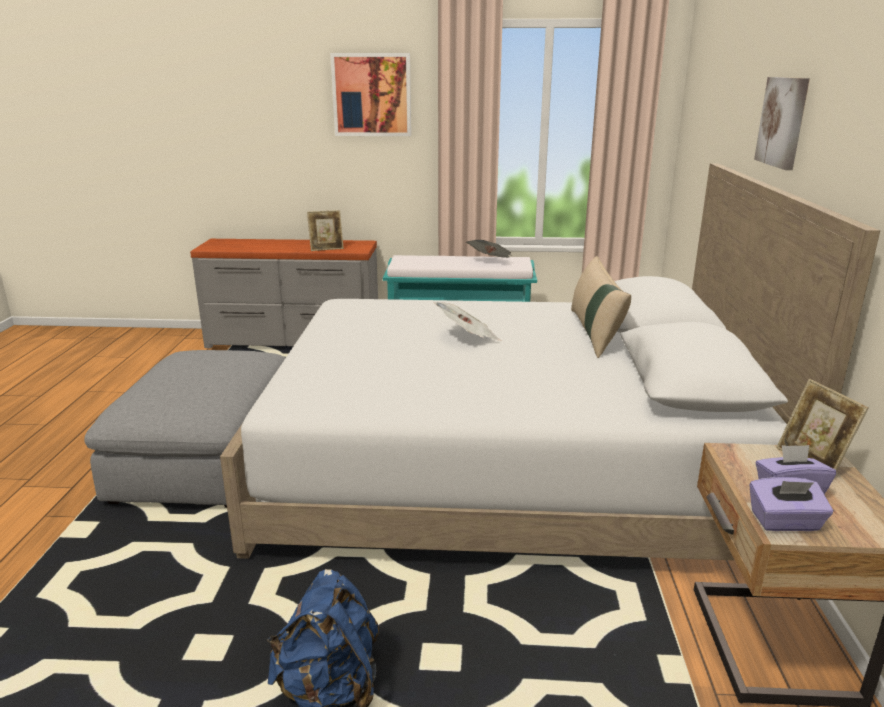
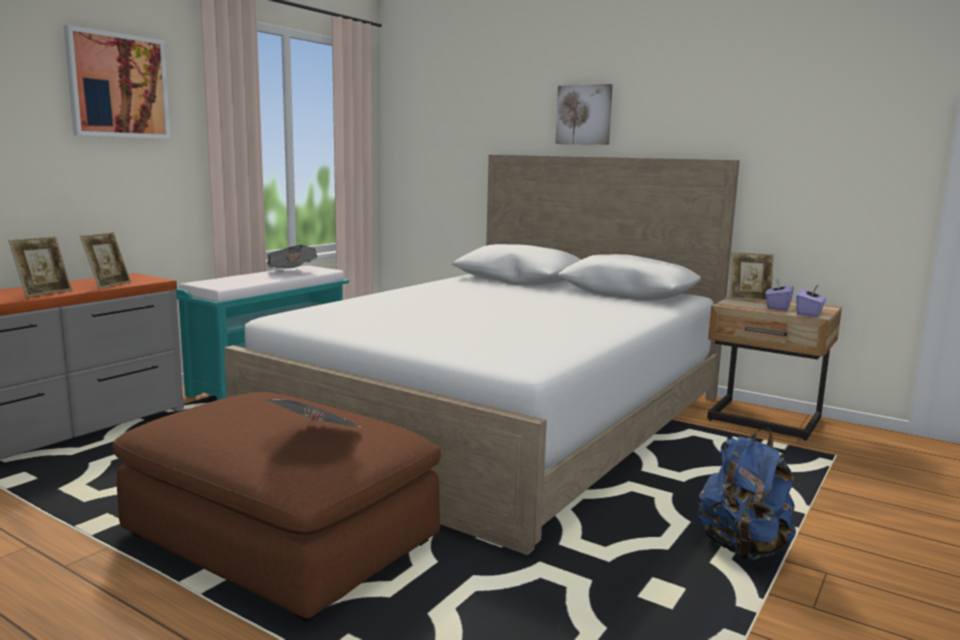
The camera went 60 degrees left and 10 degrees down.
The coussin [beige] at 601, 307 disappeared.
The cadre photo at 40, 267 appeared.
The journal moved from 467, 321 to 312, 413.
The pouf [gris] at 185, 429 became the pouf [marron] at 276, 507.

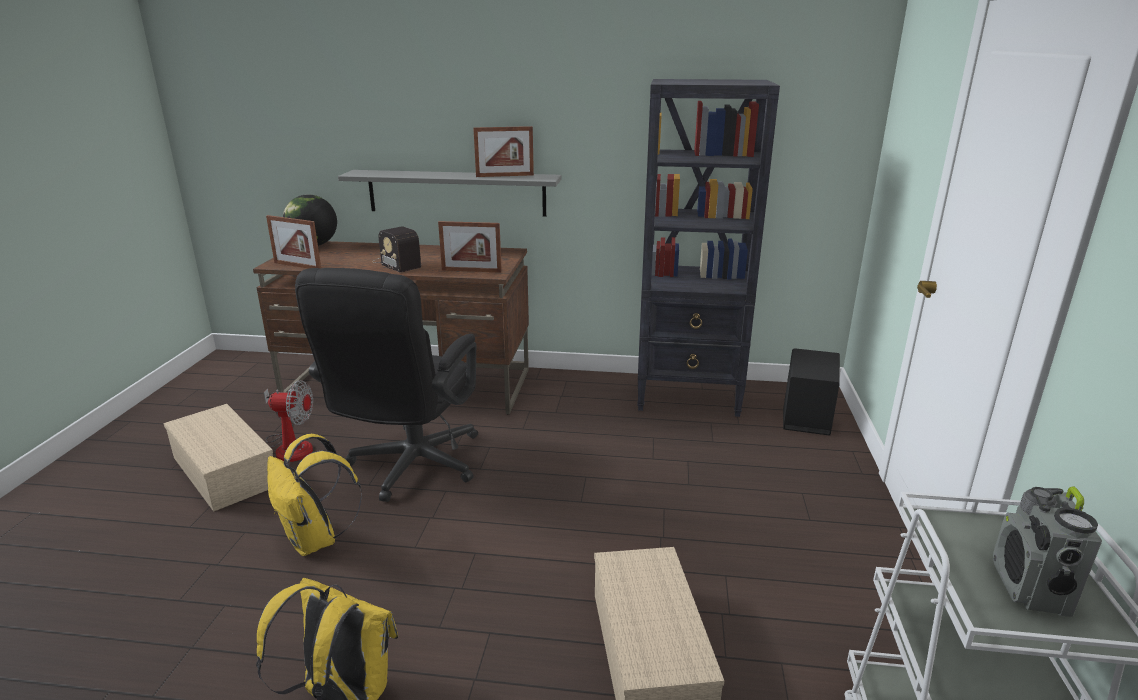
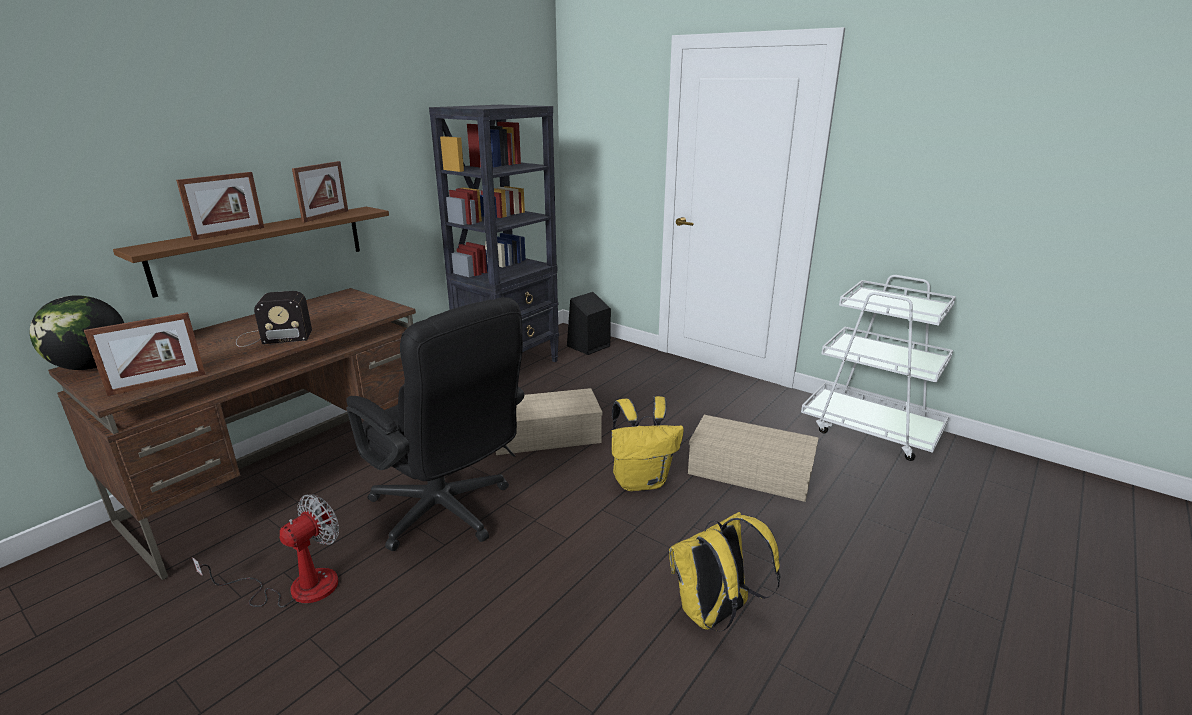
The camera went 60 degrees left and 0 degrees up.
The radio at 1047, 551 disappeared.
The boîte de rangement [beige] moved from 218, 458 to 549, 421.
The sac à dos [jaune] moved from 314, 495 to 648, 443.
The cadre photo moved from 470, 247 to 220, 206.
The étagère [gris] at 450, 193 became the étagère [marron] at 251, 252.

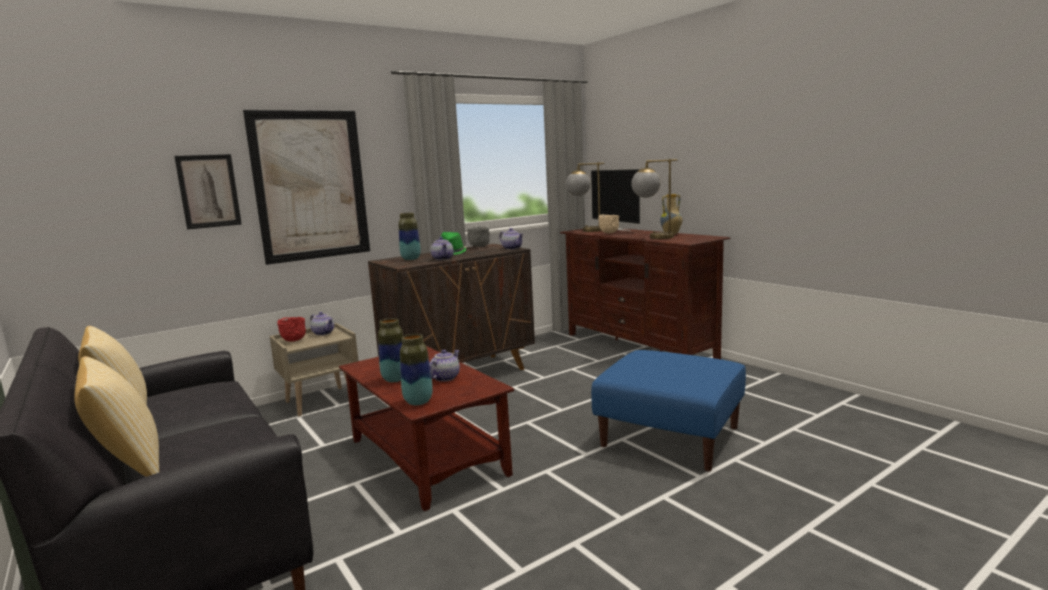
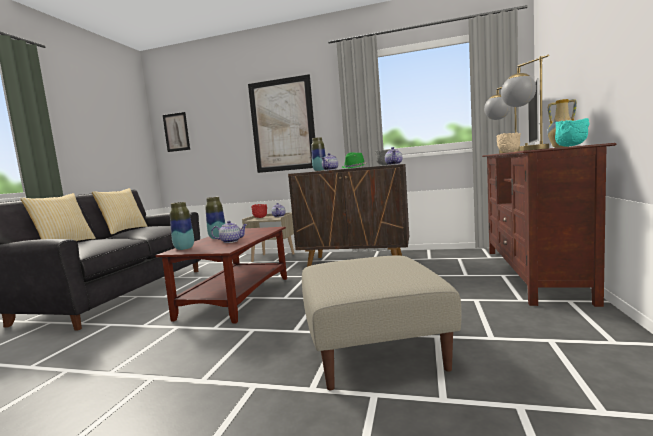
The camera went 50 degrees right and 5 degrees down.
The bol [turquoise] at 572, 132 appeared.
The tableau moved from 208, 191 to 176, 132.
The pouf [bleu] at 668, 410 became the pouf [beige] at 381, 322.

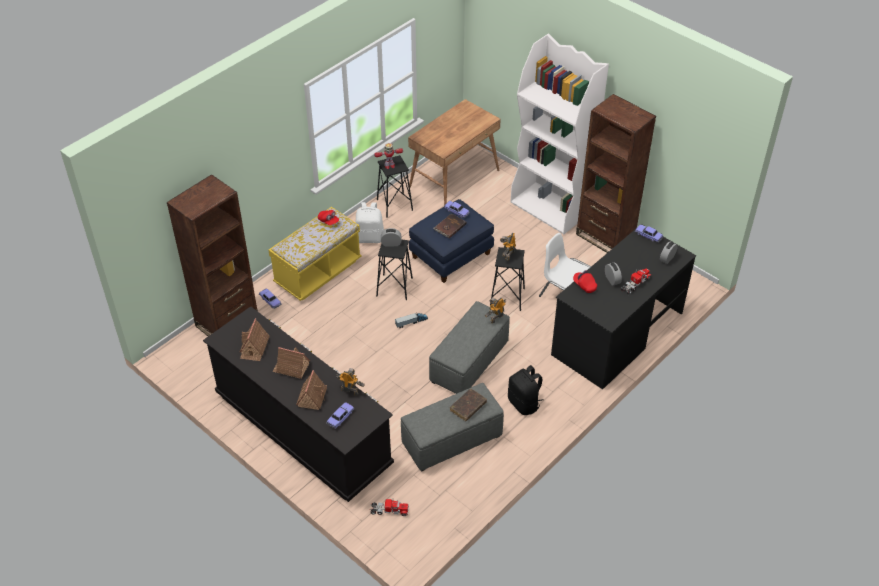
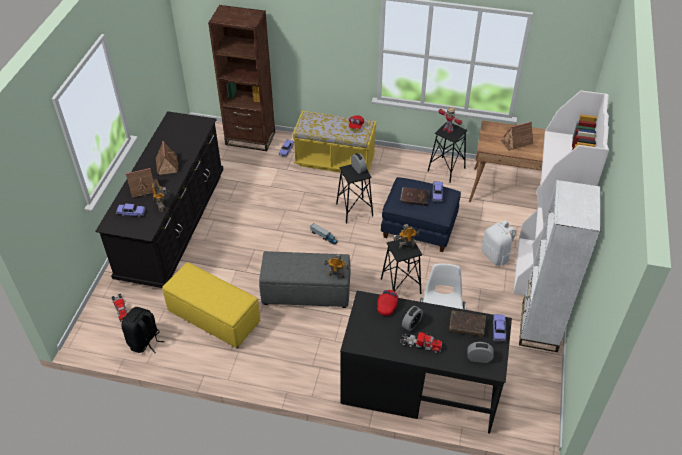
The camera went 60 degrees right and 0 degrees up.
The maison miniature moved from 254, 339 to 516, 136.
The sac à dos [blanc] moved from 370, 222 to 499, 243.
The livre [marron] moved from 468, 405 to 467, 323.
The sac à dos [noir] moved from 526, 390 to 143, 330.
The pouf [gris] at 452, 427 became the pouf [jaune] at 211, 305.
The bibliothèque [marron] at 616, 173 became the bibliothèque [blanc] at 560, 266.

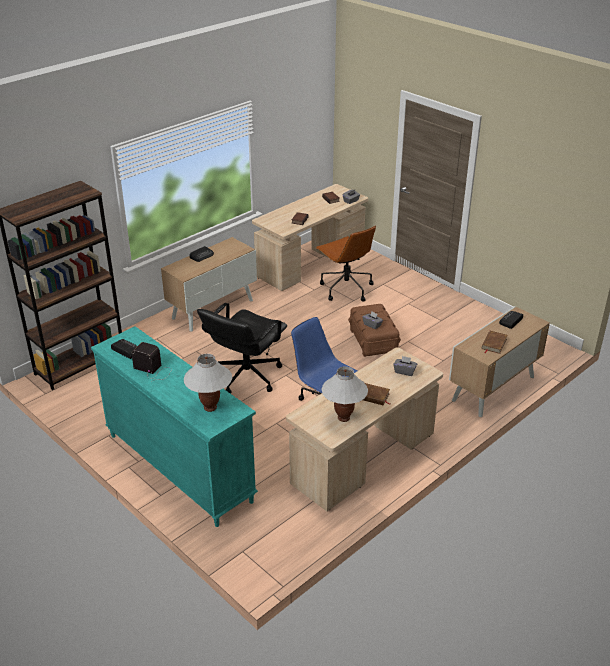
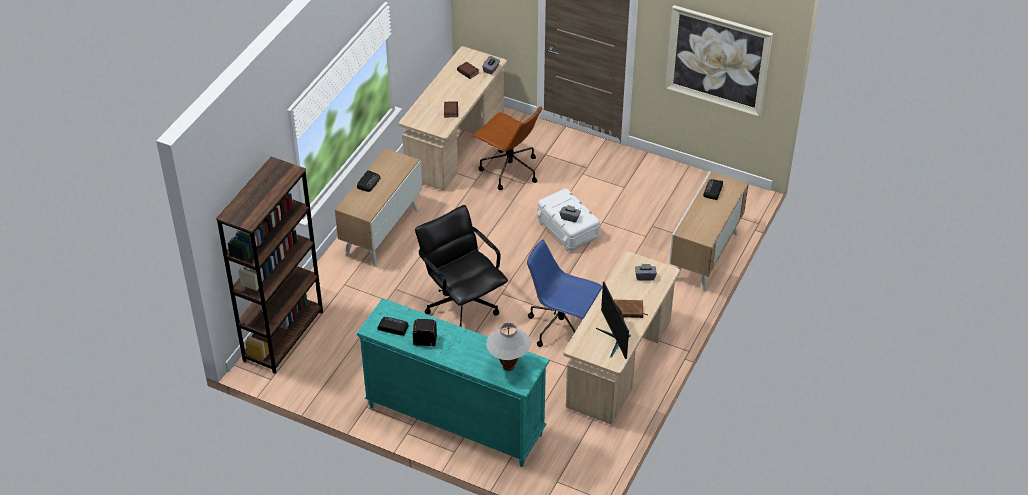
The camera went 20 degrees left and 10 degrees up.
The livre [marron] at 495, 342 disappeared.
The tableau at 719, 61 appeared.
The lampe de table [blanc] at 344, 394 was replaced by the écran d'ordinateur at 613, 320.
The boîte de rangement [marron] at 374, 330 became the boîte de rangement [blanc] at 568, 220.
The chaise de bureau [noir] at 242, 348 turned 135 degrees clockwise.

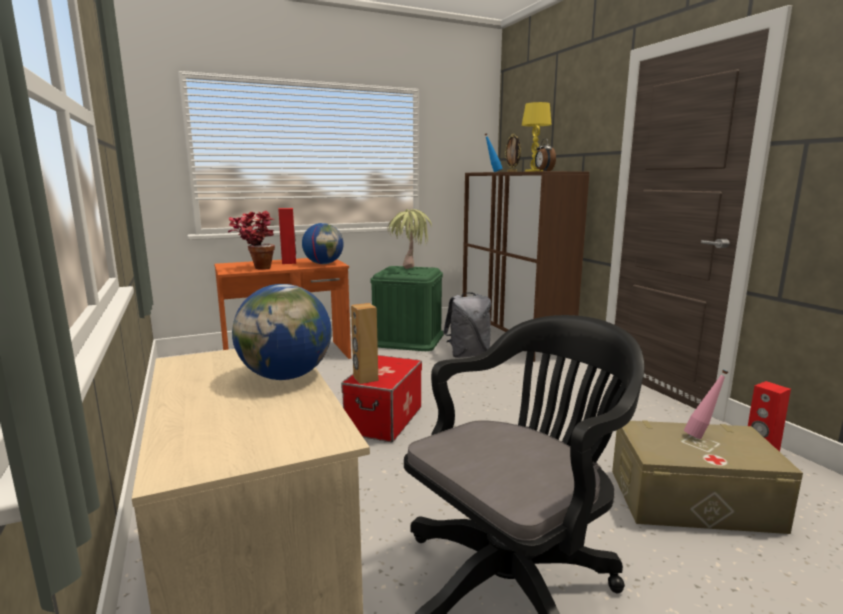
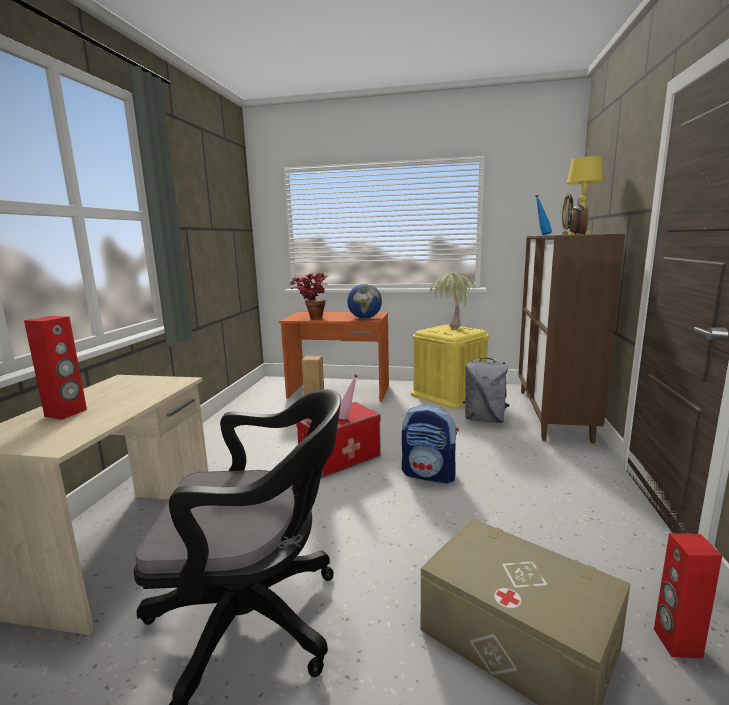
The camera went 35 degrees right and 0 degrees up.
The globe at 282, 332 disappeared.
The sac à dos at 430, 444 appeared.
The enceinte [rouge] moved from 287, 236 to 55, 368.
The bouteille [rose] moved from 706, 404 to 348, 396.
The boîte de rangement [vert] at 407, 308 became the boîte de rangement [jaune] at 450, 367.

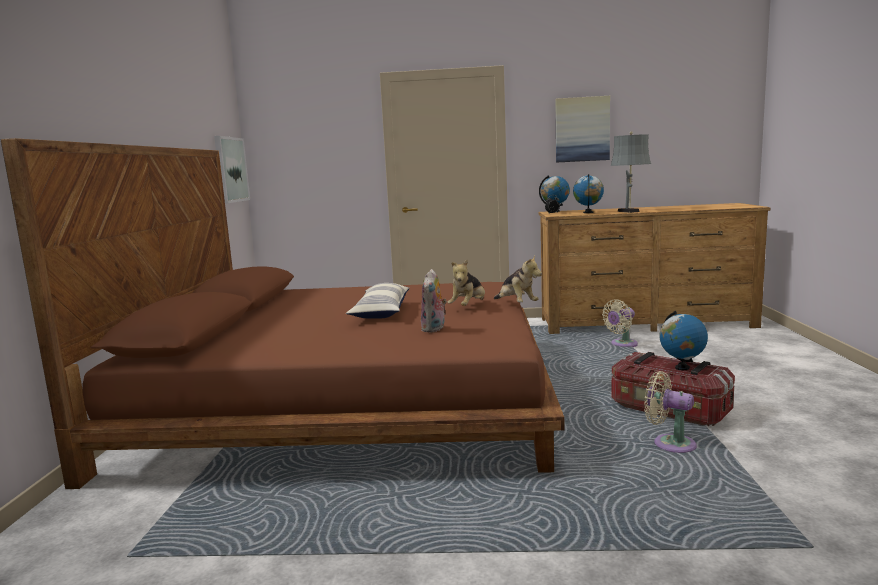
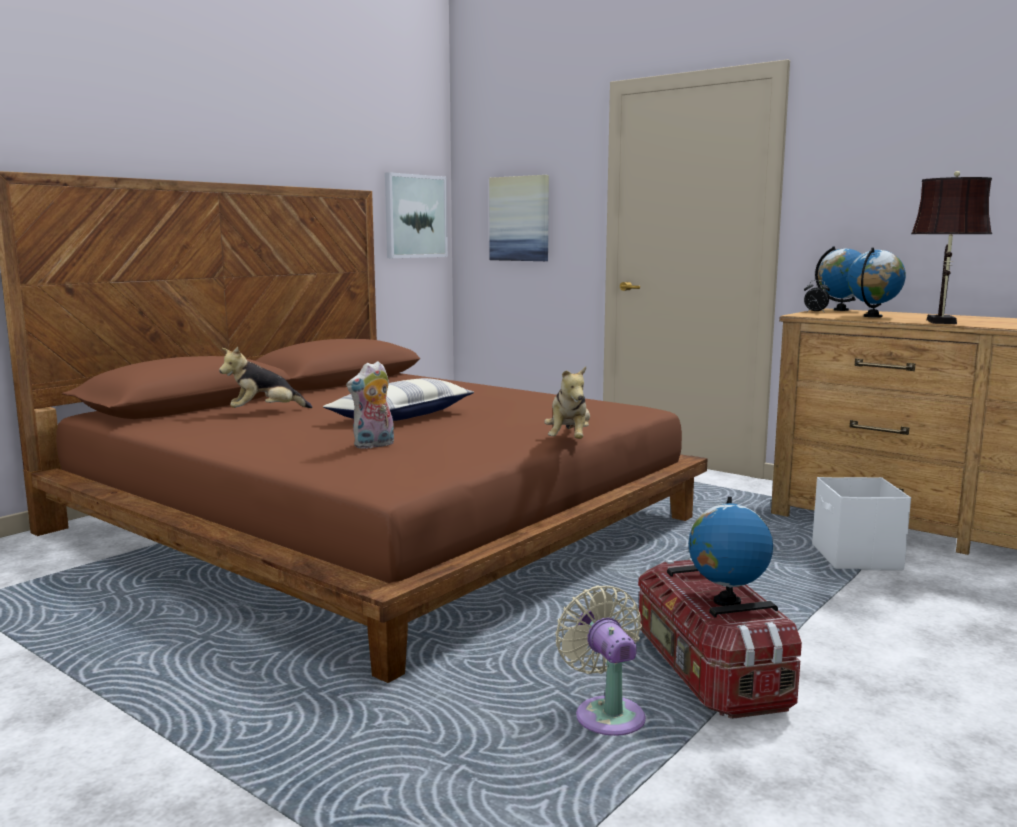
The camera went 35 degrees right and 0 degrees up.
The peluche moved from 466, 282 to 265, 377.
The tableau moved from 582, 129 to 519, 218.
The ventilateur [beige] at 620, 323 was replaced by the boîte de rangement [blanc] at 861, 524.
The lampe de table [gris] at 631, 172 became the lampe de table [marron] at 951, 247.

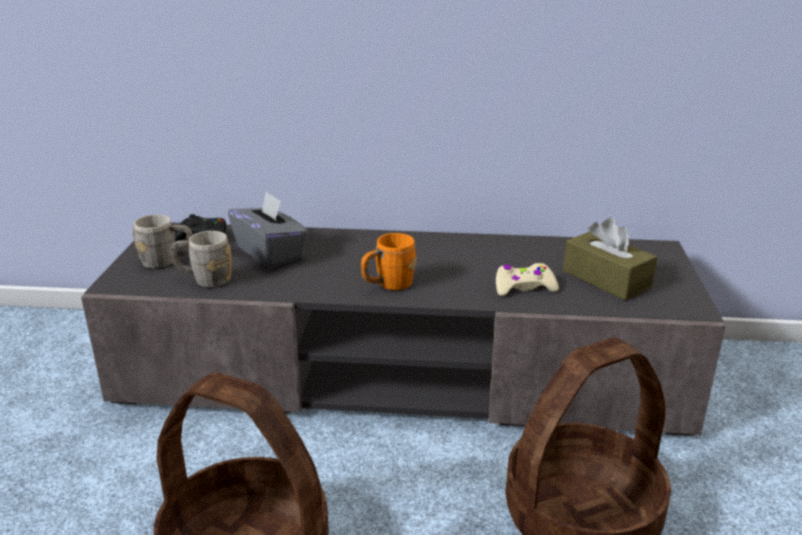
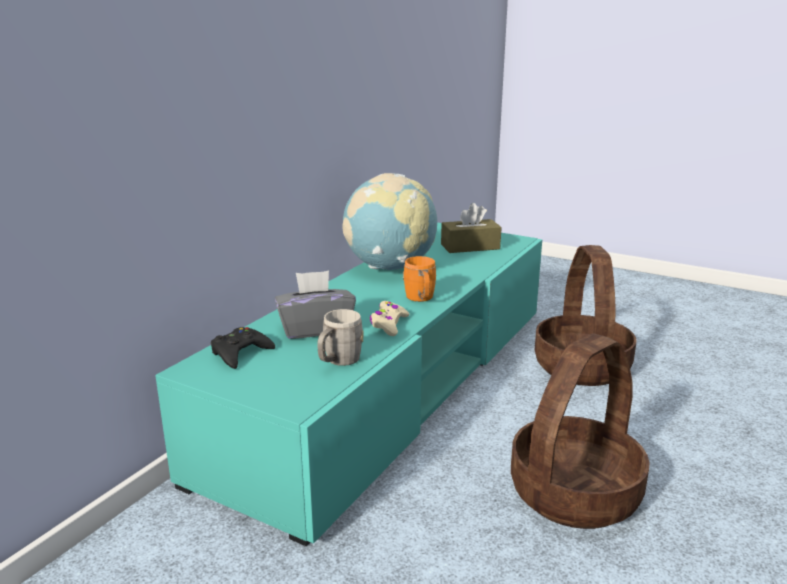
The camera went 65 degrees left and 5 degrees down.
The mug [gris] at 162, 241 disappeared.
The globe at 389, 221 appeared.
The manette [beige] moved from 527, 279 to 390, 318.
The meuble télé [gris] at 403, 329 became the meuble télé [turquoise] at 348, 384.

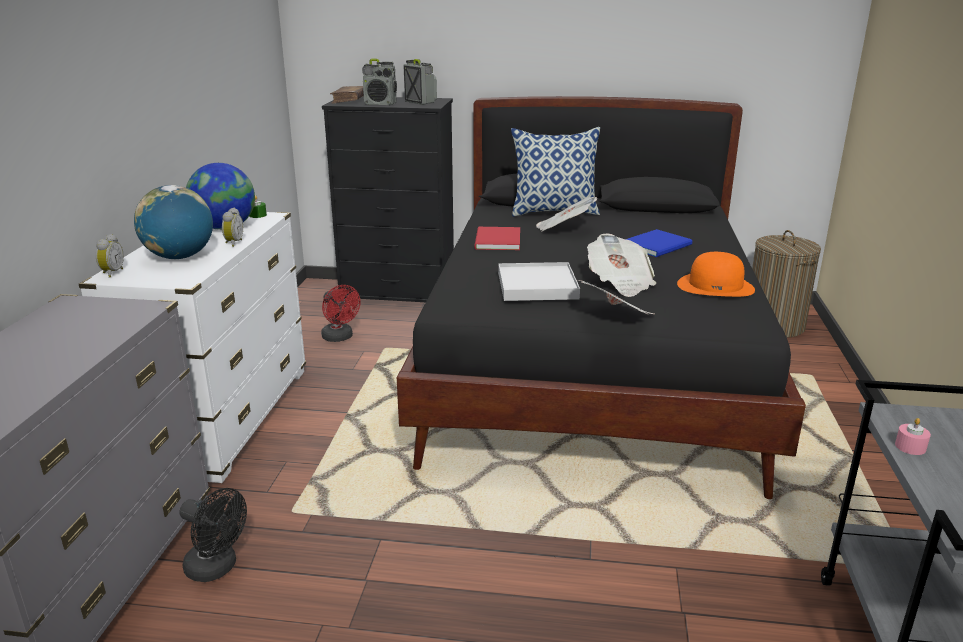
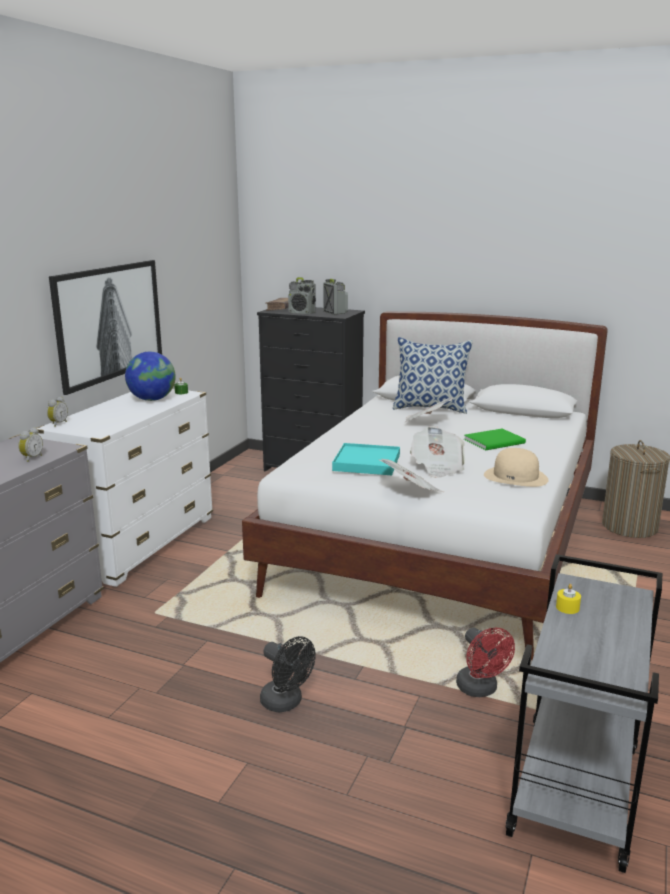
The camera went 15 degrees right and 5 degrees down.
The globe at 173, 222 disappeared.
The livre [rouge] at 497, 238 disappeared.
The tableau at 105, 327 appeared.
The ventilateur [noir] moved from 213, 535 to 288, 674.
The réveil moved from 232, 227 to 30, 444.
The ventilateur [rouge] moved from 340, 313 to 485, 662.
The lit [noir] at 601, 297 became the lit [blanc] at 425, 485.
The plateau [blanc] at 539, 281 became the plateau [turquoise] at 366, 459.
The livre [bleu] at 659, 243 became the livre [vert] at 495, 439.
The chapeau [orange] at 716, 274 became the chapeau [beige] at 516, 467.
The bougie [rose] at 913, 436 became the bougie [jaune] at 568, 599.

